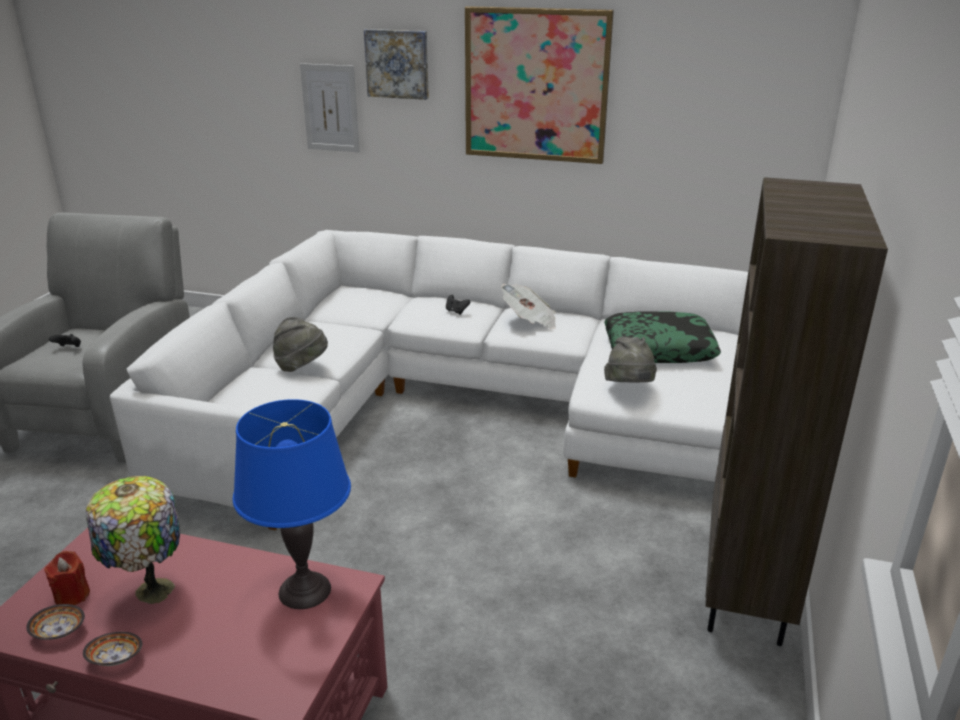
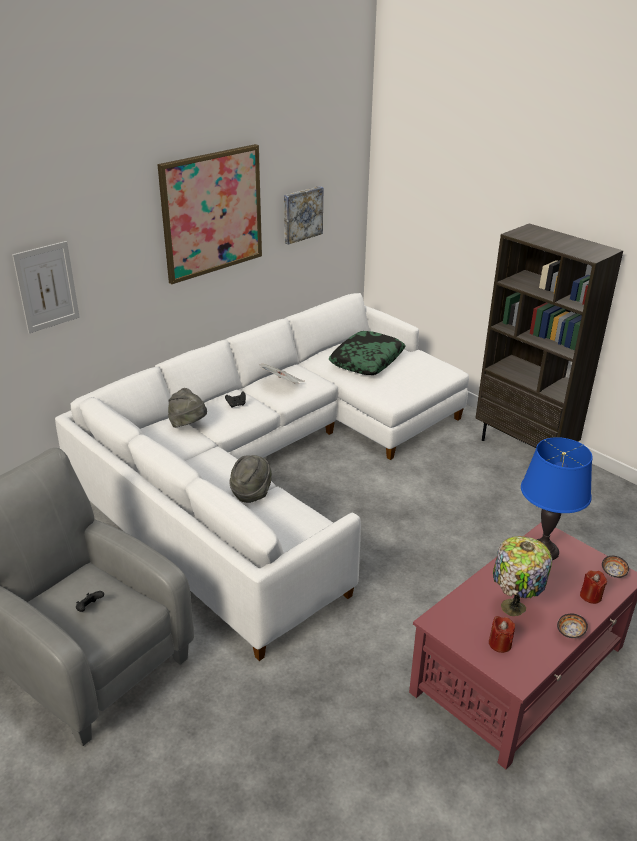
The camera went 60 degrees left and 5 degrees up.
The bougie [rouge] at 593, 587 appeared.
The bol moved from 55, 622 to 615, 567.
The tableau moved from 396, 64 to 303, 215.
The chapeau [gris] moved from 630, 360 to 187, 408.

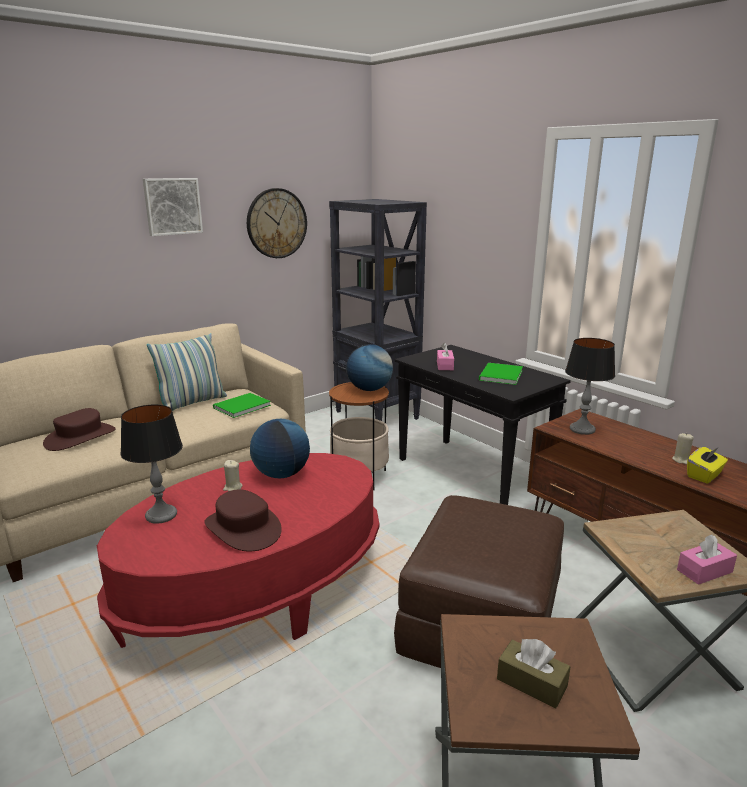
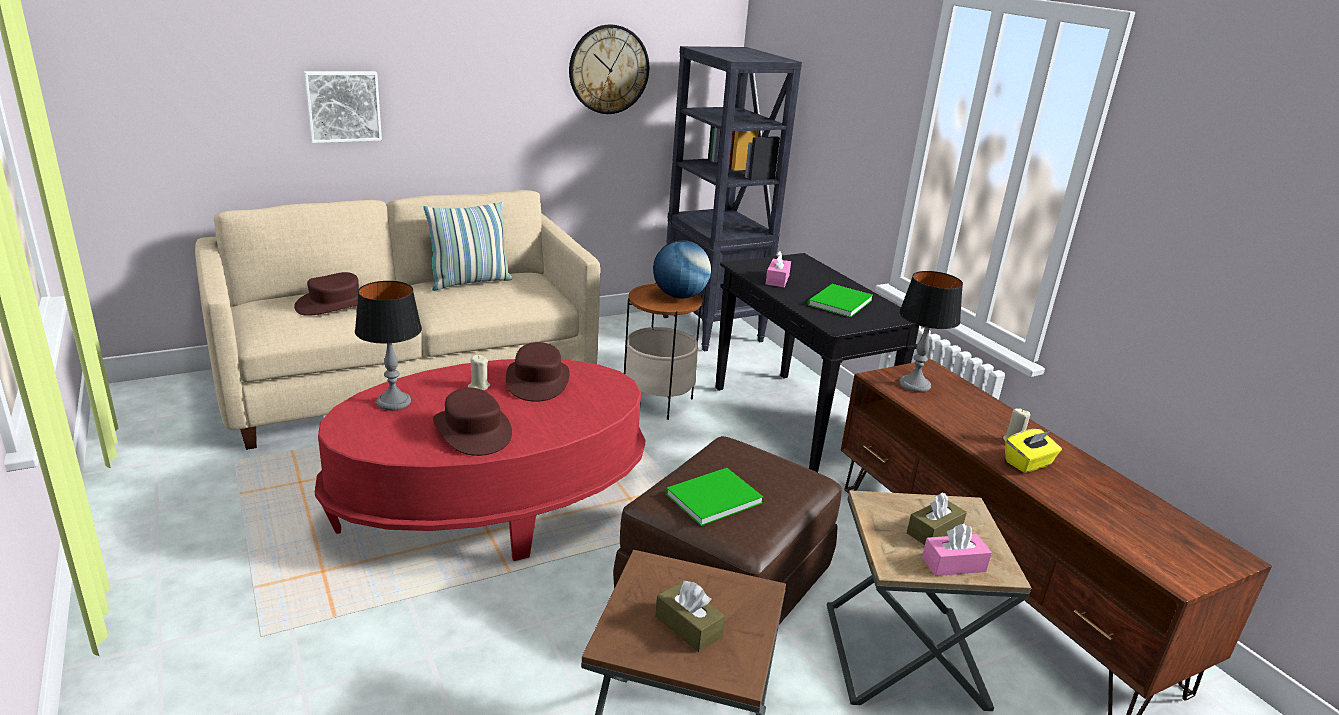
The camera went 10 degrees right and 5 degrees up.
The boîte à mouchoirs [marron] at 937, 518 appeared.
The tableau moved from 173, 207 to 343, 107.
The livre [vert] moved from 242, 405 to 714, 497.
The globe at 280, 448 was replaced by the chapeau [marron] at 538, 372.

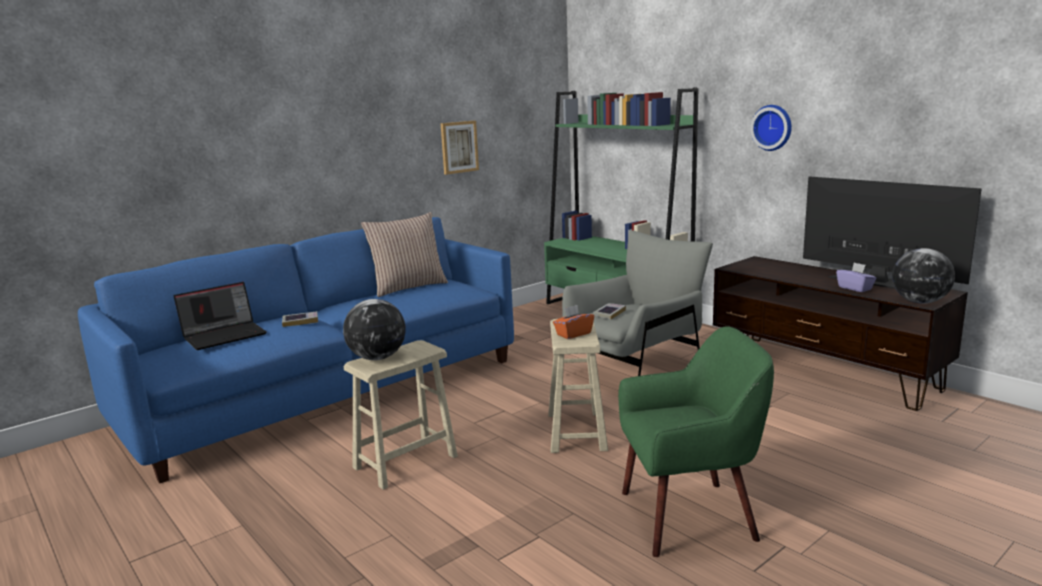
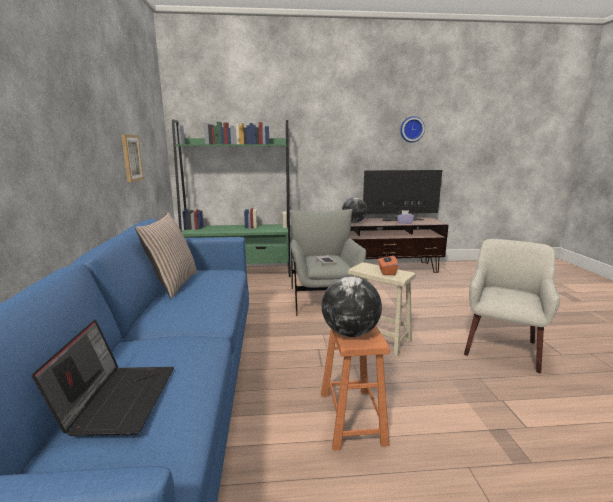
The camera went 55 degrees left and 0 degrees up.
The livre at 300, 319 disappeared.
The horloge murale moved from 771, 128 to 412, 129.
The globe moved from 923, 276 to 354, 210.
The tabouret [beige] at 400, 415 became the tabouret [orange] at 355, 388.
The fauteuil [vert] at 696, 441 became the fauteuil [beige] at 512, 306.

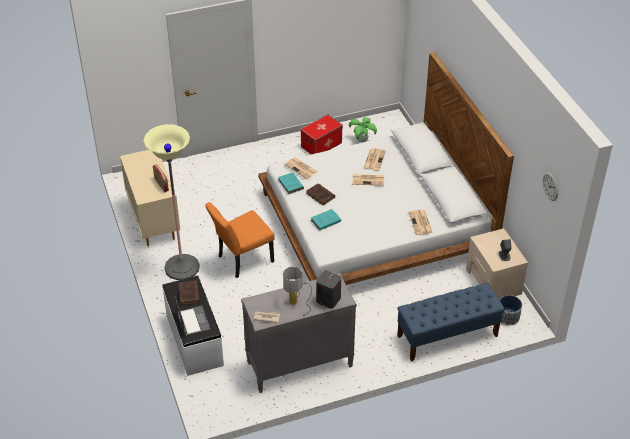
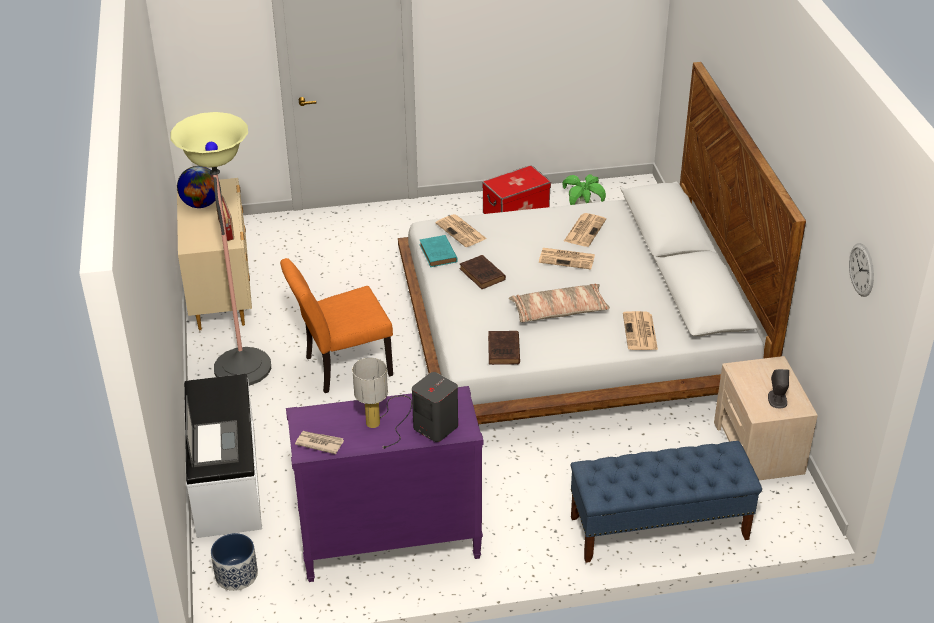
The camera went 10 degrees right and 5 degrees down.
The livre [turquoise] at 326, 220 disappeared.
The globe at 196, 187 appeared.
The coussin at 559, 303 appeared.
The livre [marron] moved from 189, 293 to 504, 348.
The cache-pot moved from 511, 310 to 234, 562.
The commode [gris] at 299, 333 became the commode [violet] at 384, 484.

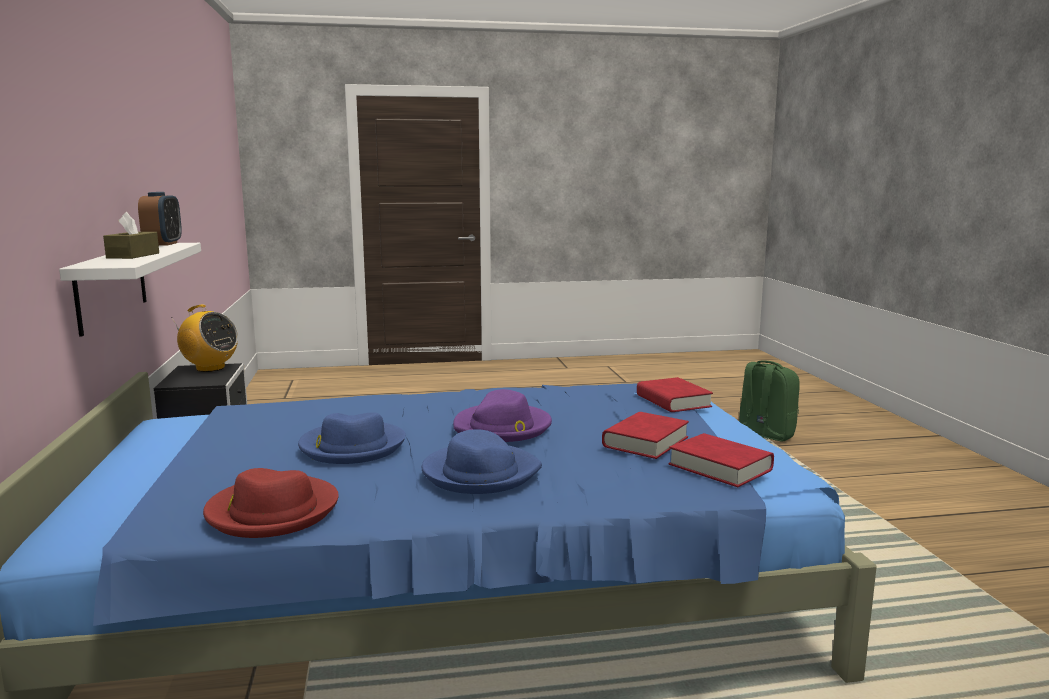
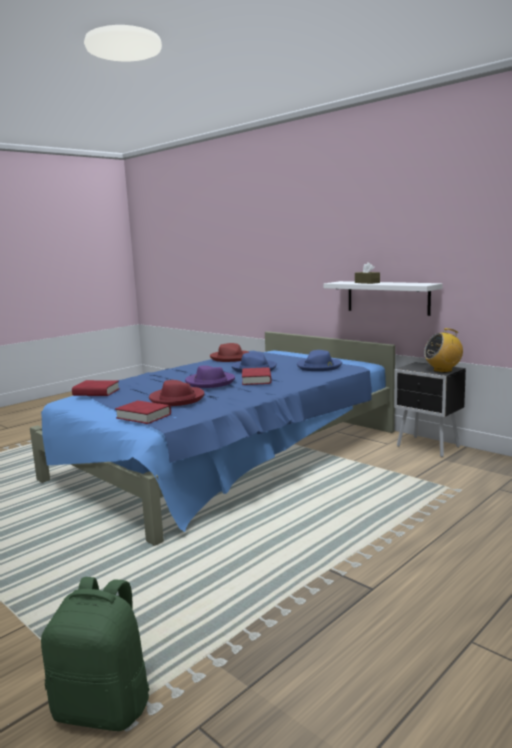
The camera went 145 degrees right and 0 degrees up.
The réveil at 160, 219 disappeared.
The chapeau [rouge] at 177, 393 appeared.
The chapeau [bleu] moved from 482, 461 to 319, 360.
The livre [rouge] moved from 645, 435 to 257, 376.

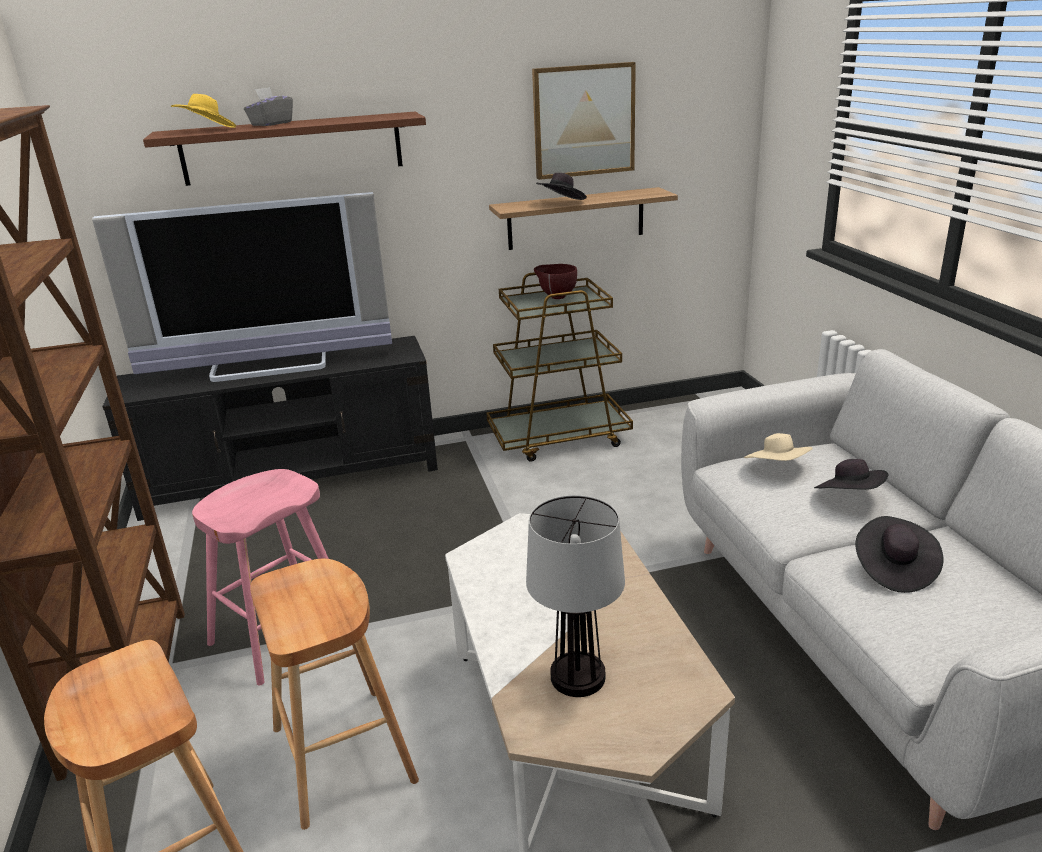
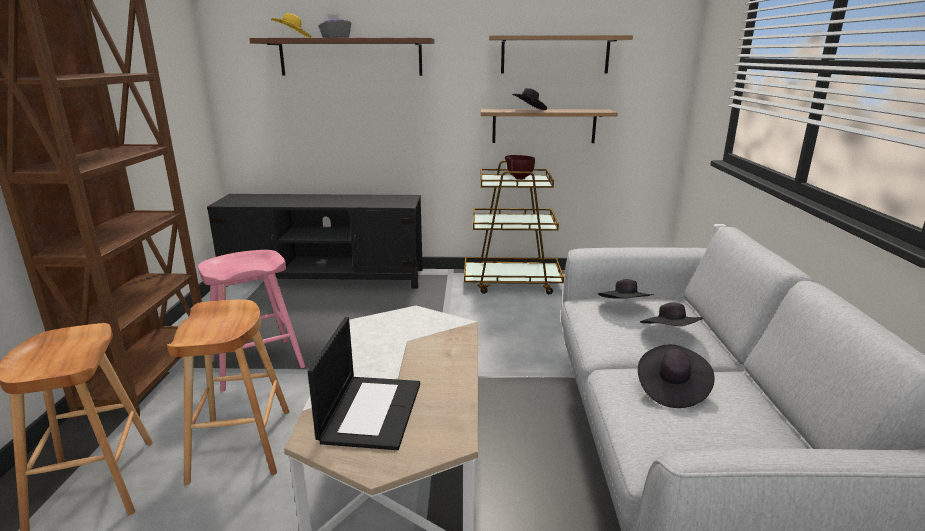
The camera went 15 degrees right and 5 degrees down.
The téléviseur at 242, 287 disappeared.
The lampe de table at 575, 596 was replaced by the ordinateur portable at 364, 383.
The tableau at 584, 121 was replaced by the étagère at 561, 54.
The chapeau [beige] at 778, 447 became the chapeau [noir] at 626, 289.

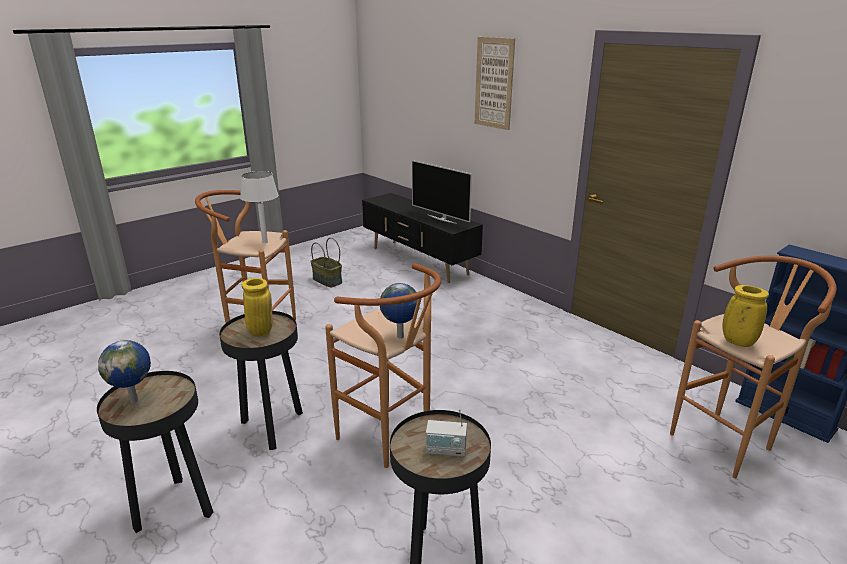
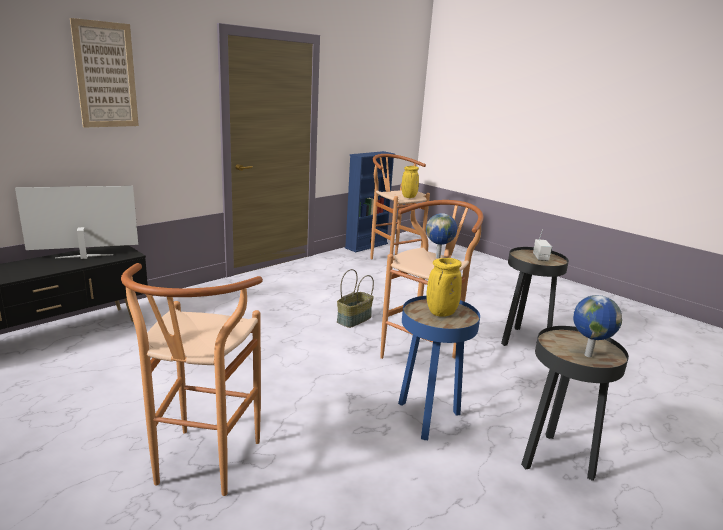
The camera went 95 degrees left and 5 degrees down.
The lampe de table [blanc] at 259, 207 disappeared.
The panier moved from 326, 262 to 355, 298.
The table d'appoint [noir] at 261, 380 became the table d'appoint [bleu] at 439, 368.
The téléviseur at 442, 192 turned 150 degrees counterclockwise.

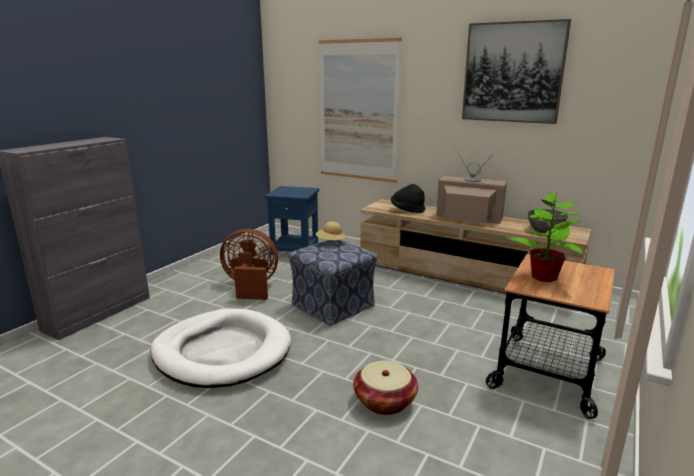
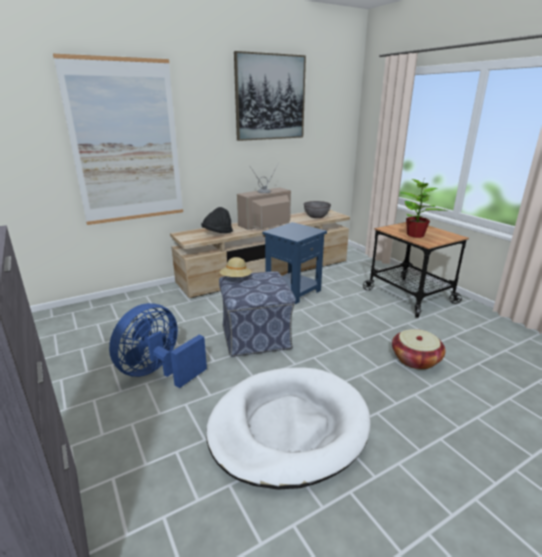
The camera went 60 degrees left and 5 degrees up.
The table d'appoint [bleu] moved from 292, 220 to 294, 263.
The ventilateur [marron] at 249, 264 became the ventilateur [bleu] at 158, 345.

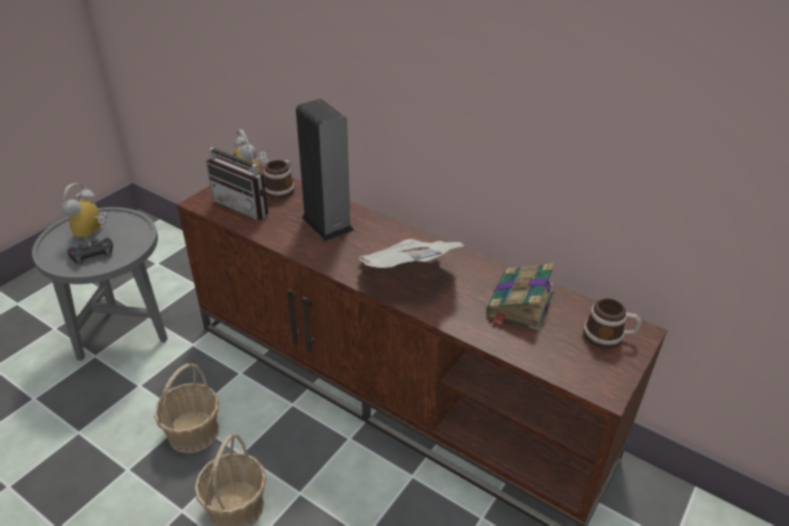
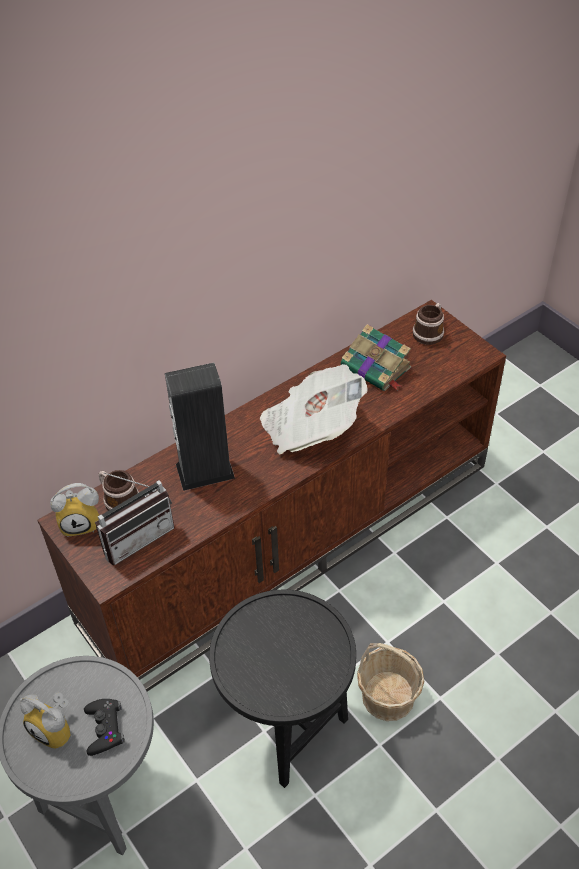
The camera went 70 degrees left and 10 degrees up.
The panier at 186, 408 was replaced by the table d'appoint [noir] at 282, 689.

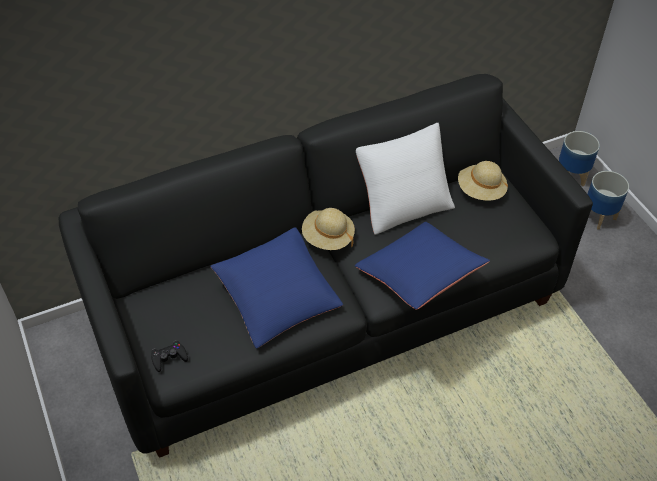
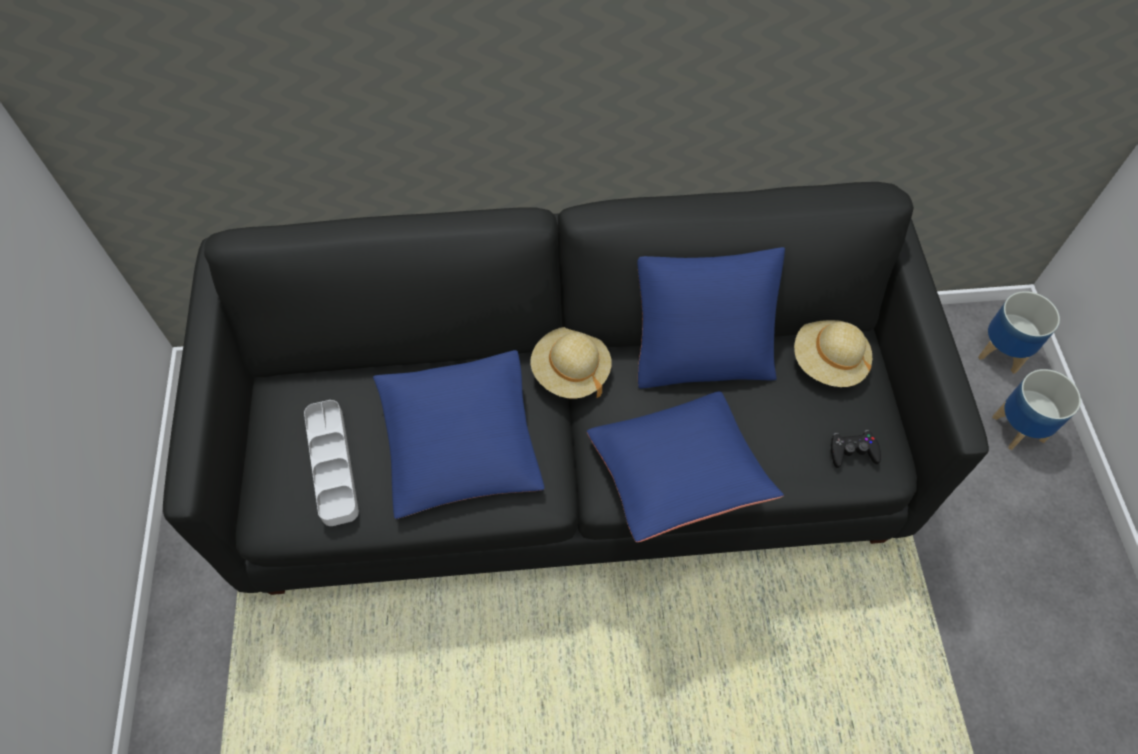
The camera went 20 degrees right and 10 degrees up.
The plateau [gris] at 331, 463 appeared.
The manette [noir] moved from 170, 356 to 856, 449.
The coussin [blanc] at 405, 179 became the coussin [bleu] at 711, 318.

